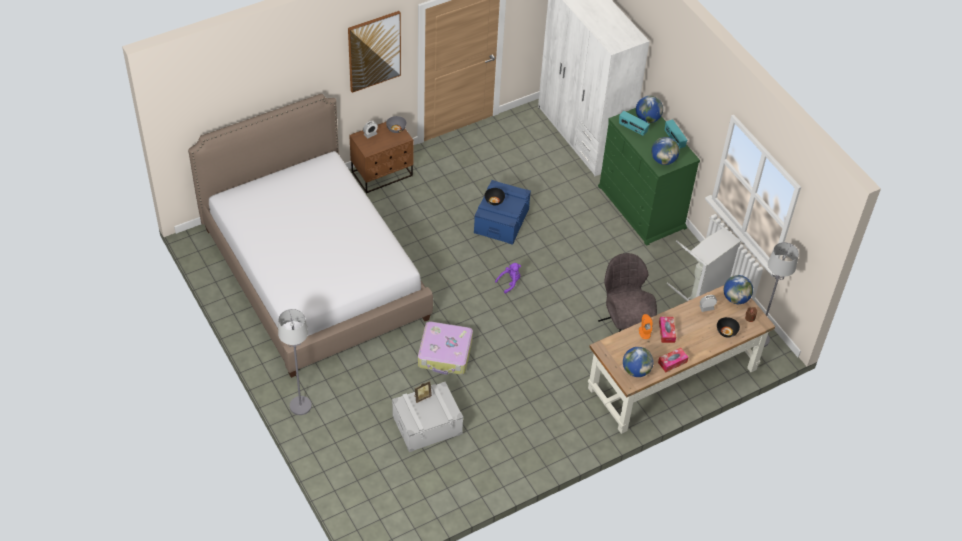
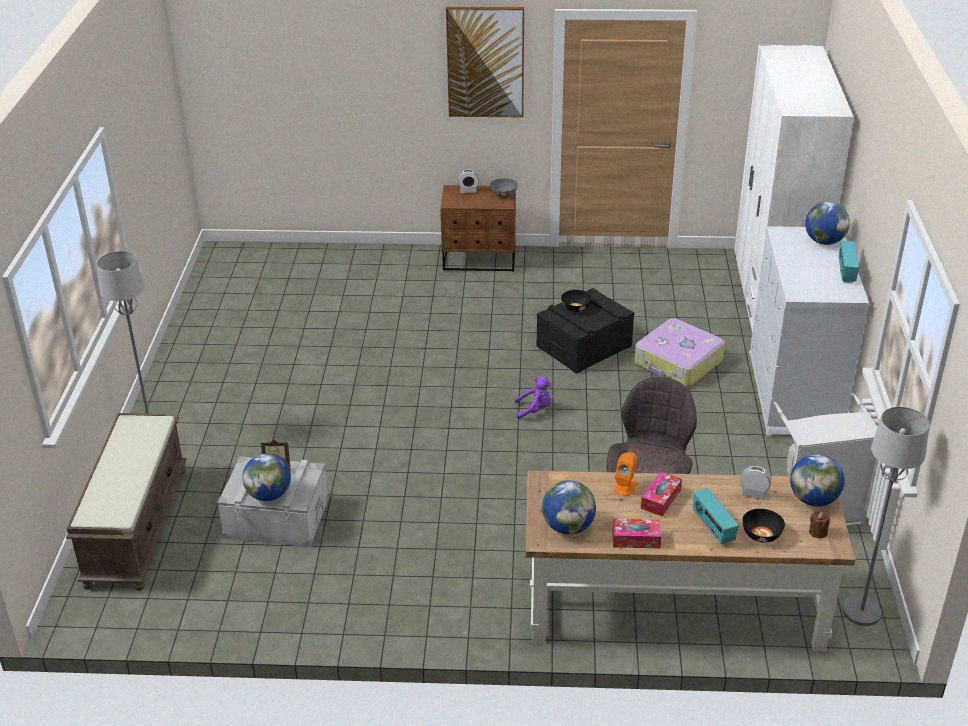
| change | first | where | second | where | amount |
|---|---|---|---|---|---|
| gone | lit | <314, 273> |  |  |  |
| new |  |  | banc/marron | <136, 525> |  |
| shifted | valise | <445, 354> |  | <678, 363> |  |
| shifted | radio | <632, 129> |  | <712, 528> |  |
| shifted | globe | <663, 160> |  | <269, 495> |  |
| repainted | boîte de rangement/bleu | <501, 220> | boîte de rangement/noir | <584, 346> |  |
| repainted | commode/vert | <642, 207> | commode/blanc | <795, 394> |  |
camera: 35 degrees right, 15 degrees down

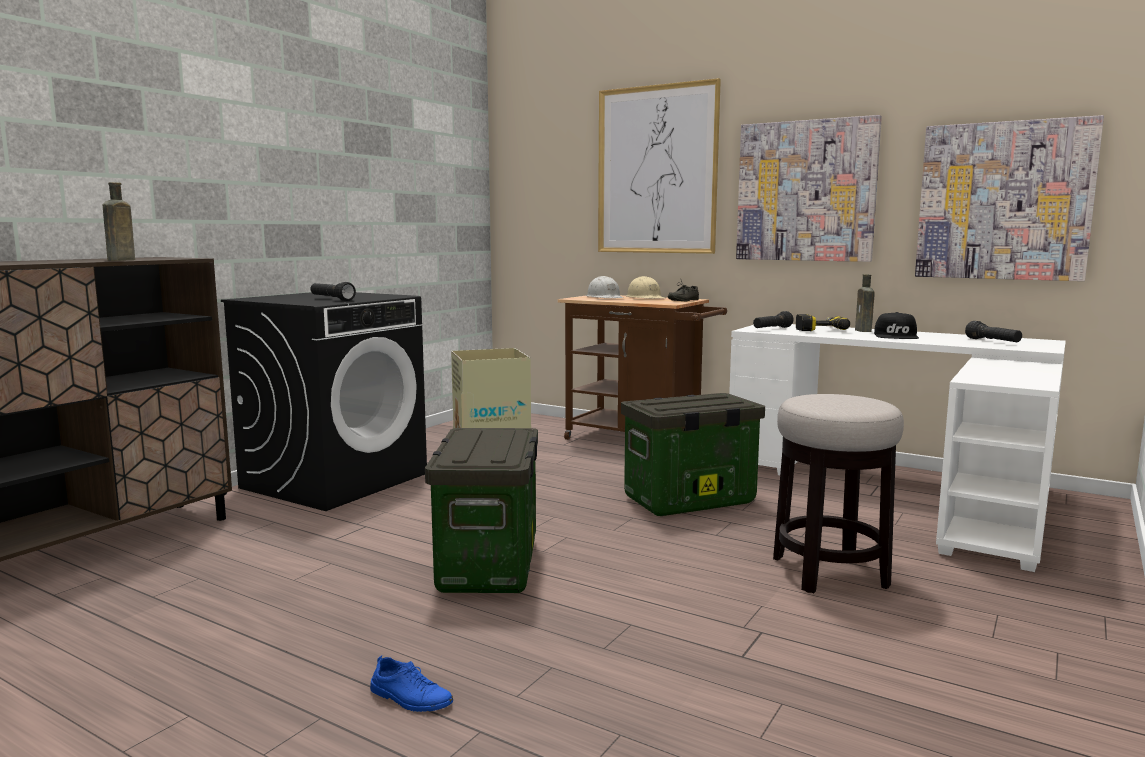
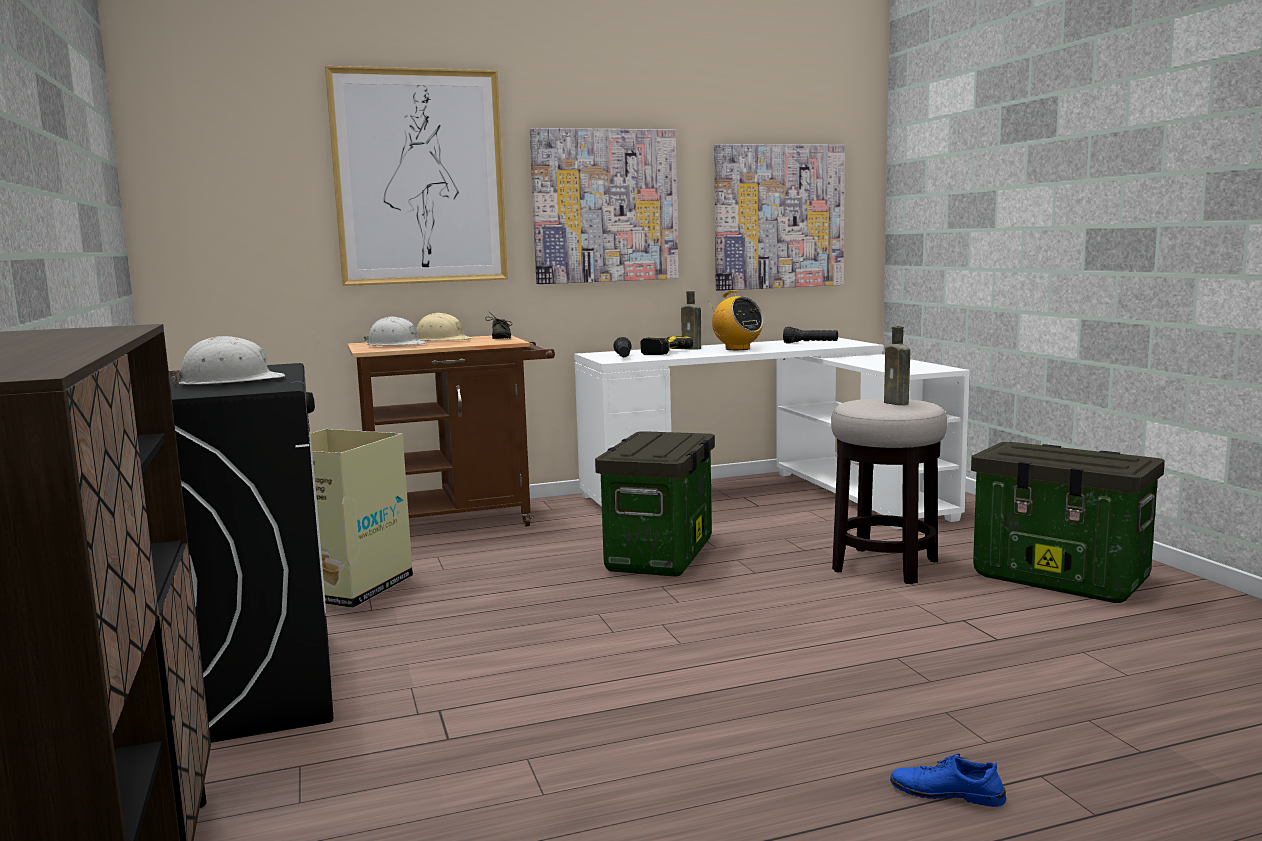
| change | first | where | second | where | amount |
|---|---|---|---|---|---|
| shifted | bouteille/marron | <119, 260> |  | <897, 403> |  |
| shifted | boîte de rangement | <489, 566> |  | <1062, 579> |  |
| swapped | lampe de poche/noir | <331, 299> | casque de chantier/blanc | <231, 382> |  |
| swapped | casquette/noir | <897, 336> | radio | <737, 349> |  |
| rotated | chaussure/bleu | <410, 698> |  | <947, 793> | 135 degrees counterclockwise |
camera: 50 degrees left, 0 degrees up

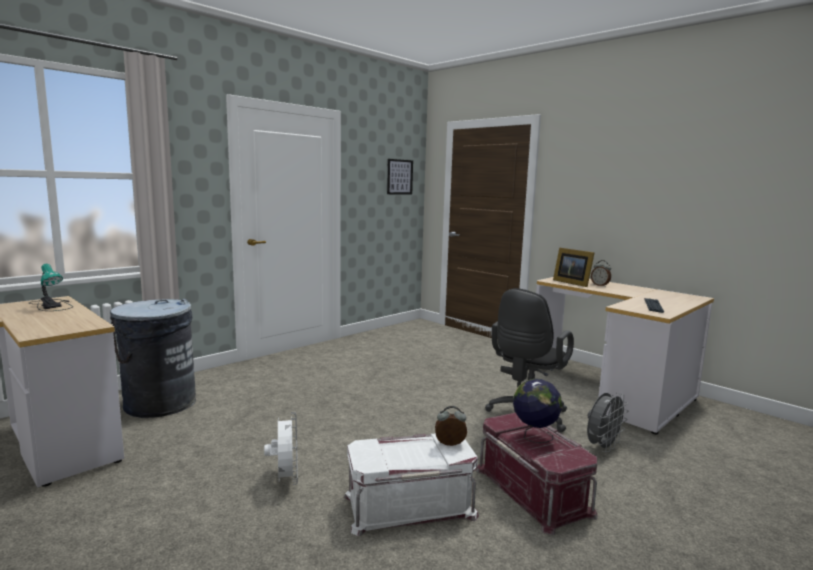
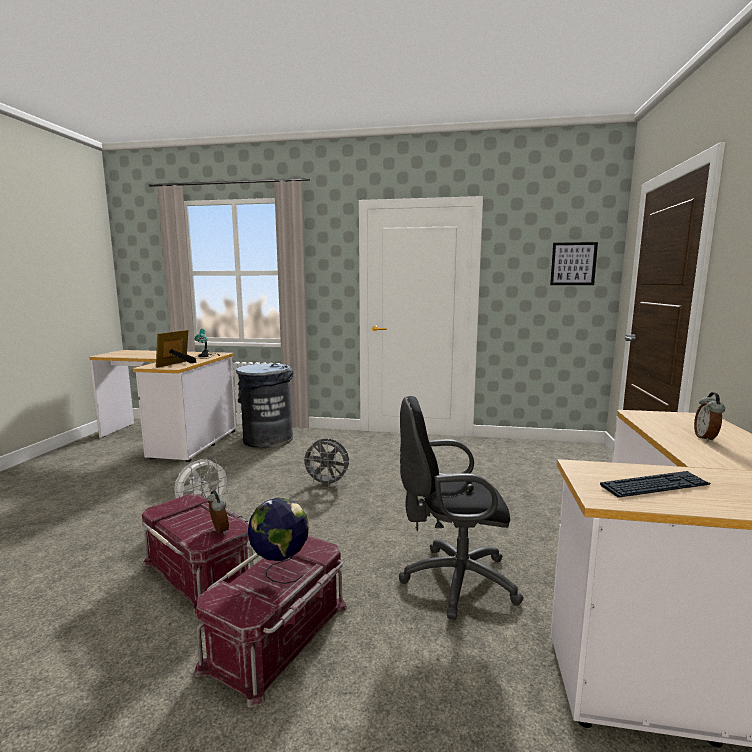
| change | first | where | second | where | amount |
|---|---|---|---|---|---|
| shifted | cadre photo | <571, 282> |  | <176, 364> |  |
| shifted | ventilateur/gris | <602, 447> |  | <327, 484> |  |
| repainted | boîte de rangement/blanc | <409, 504> | boîte de rangement/rouge | <200, 571> |  |
camera: 55 degrees right, 0 degrees up

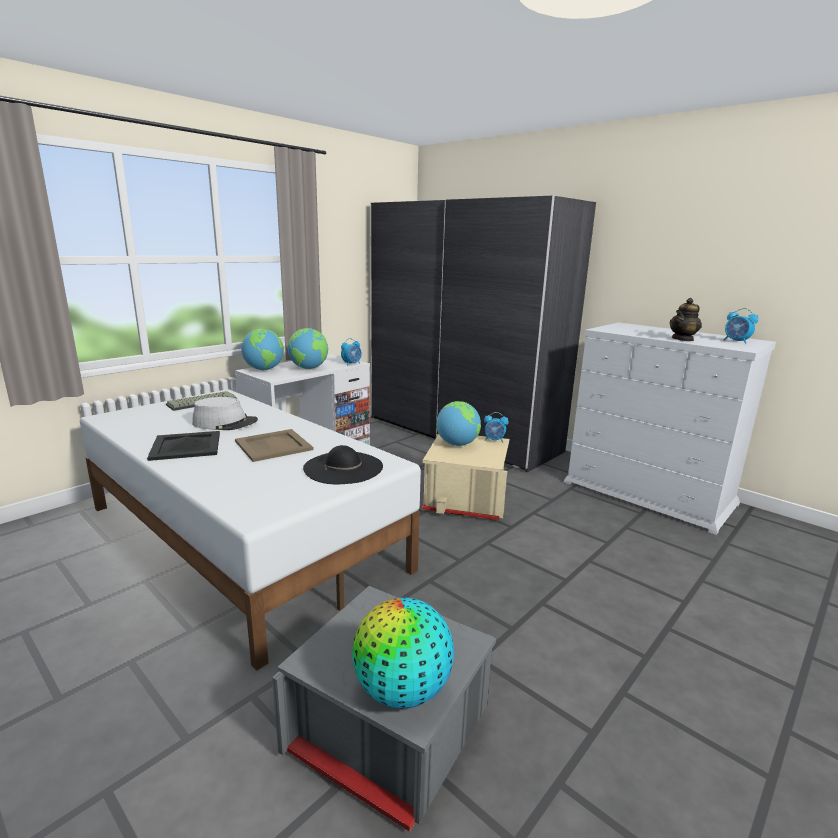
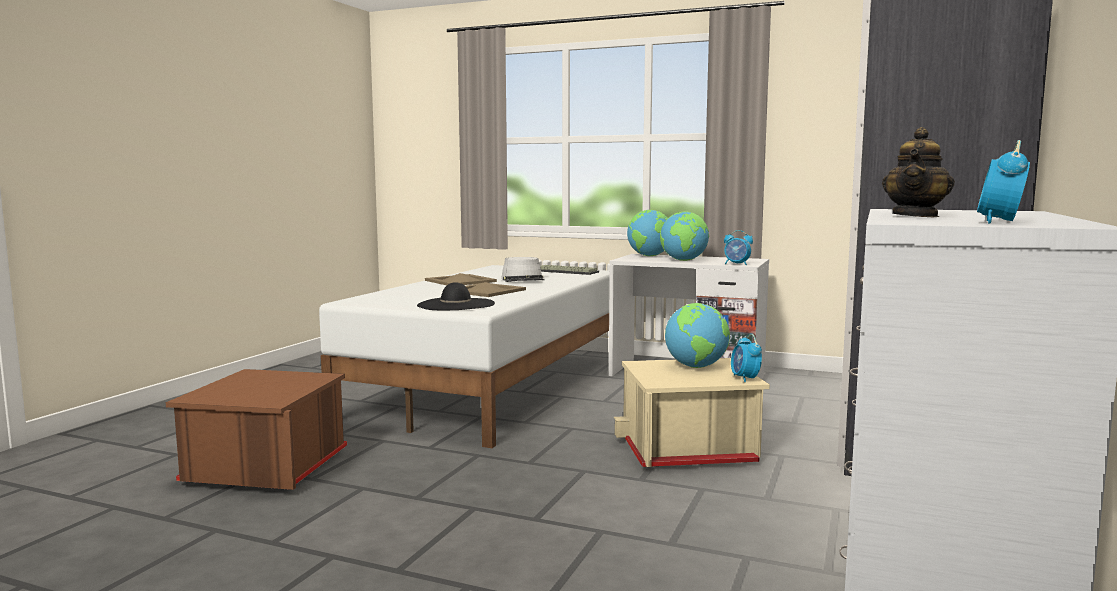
| change | first | where | second | where | amount |
|---|---|---|---|---|---|
| gone | globe | <402, 691> |  |  |  |
| repainted | plateau/noir | <185, 446> | plateau/beige | <459, 281> |  |
| repainted | boîte de rangement/gris | <388, 735> | boîte de rangement/marron | <264, 468> |  |
| rotated | théière | <683, 339> |  | <916, 216> | 90 degrees counterclockwise |
camera: 70 degrees right, 10 degrees down

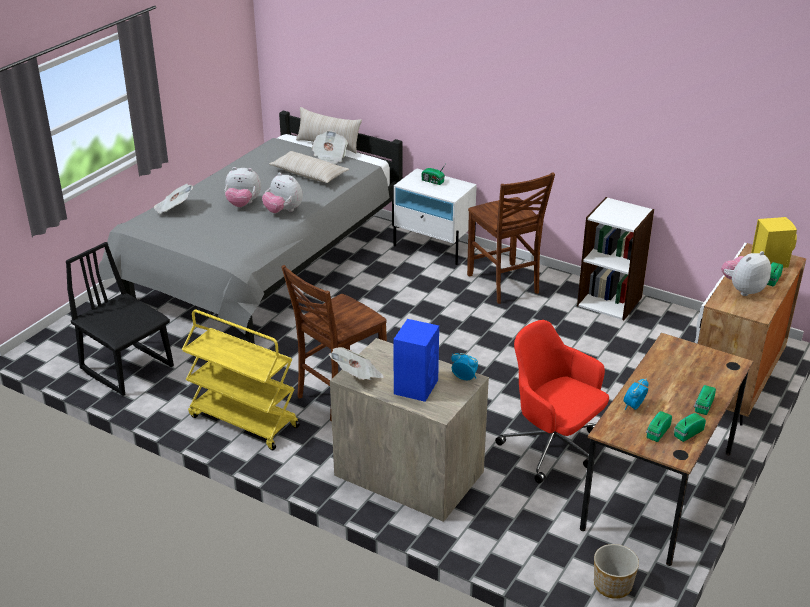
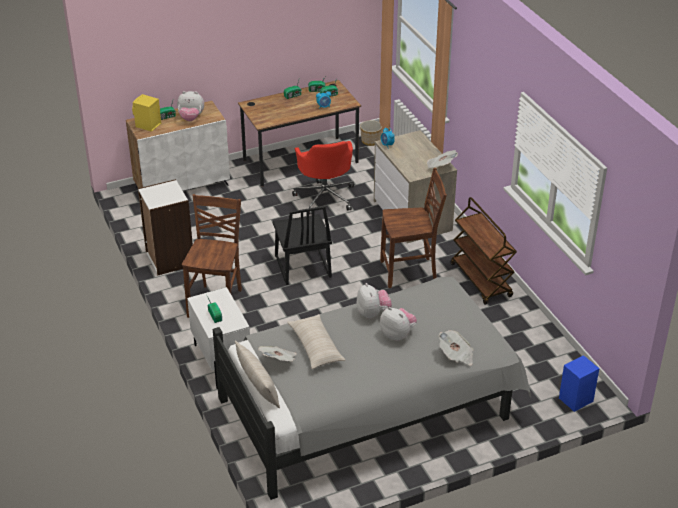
| change | first | where | second | where | amount |
|---|---|---|---|---|---|
| shifted | chaise/noir | <128, 367> |  | <302, 267> |  |
| shifted | enceinte/bleu | <416, 386> |  | <575, 400> |  |
| repainted | chariot/jaune | <243, 421> | chariot/marron | <481, 280> |  |
camera: 145 degrees left, 5 degrees up

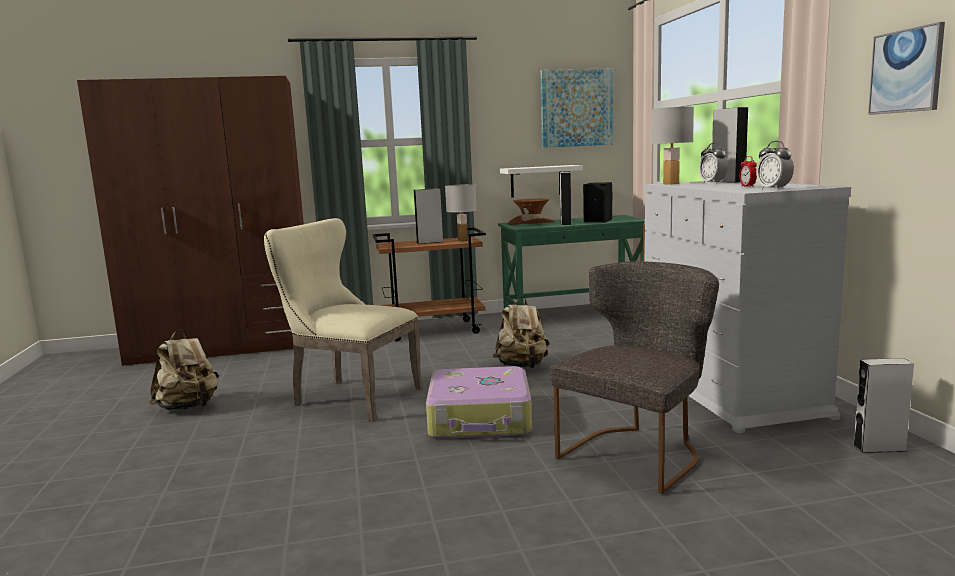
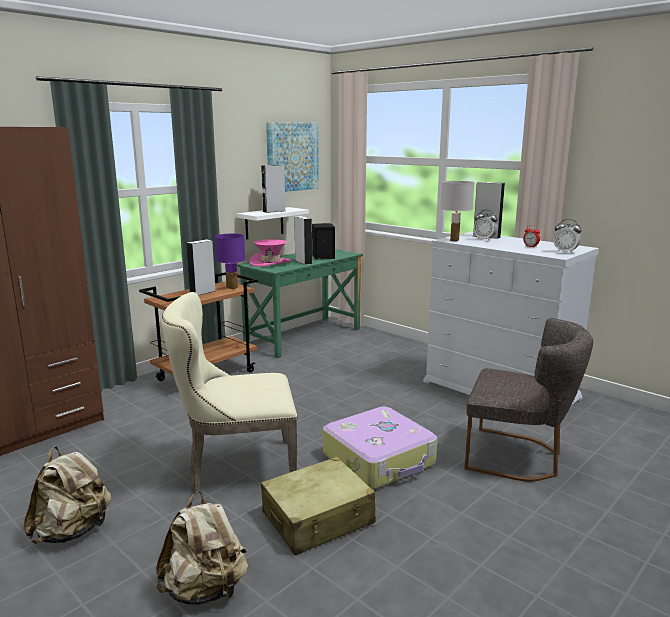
| change | first | where | second | where | amount |
|---|---|---|---|---|---|
| gone | tableau | <906, 71> |  |  |  |
| new |  |  | valise/beige | <318, 518> |  |
| shifted | sac à dos/beige | <522, 366> |  | <205, 590> |  |
| shifted | enceinte/gris | <879, 448> |  | <274, 211> |  |
| repainted | lampe de table/blanc | <463, 240> | lampe de table/violet | <232, 288> |  |
| repainted | chapeau/marron | <531, 223> | chapeau/rose | <270, 262> |  |
| rotated | chaise/gris | <638, 452> |  | <519, 457> | 105 degrees clockwise |
camera: 35 degrees left, 5 degrees up

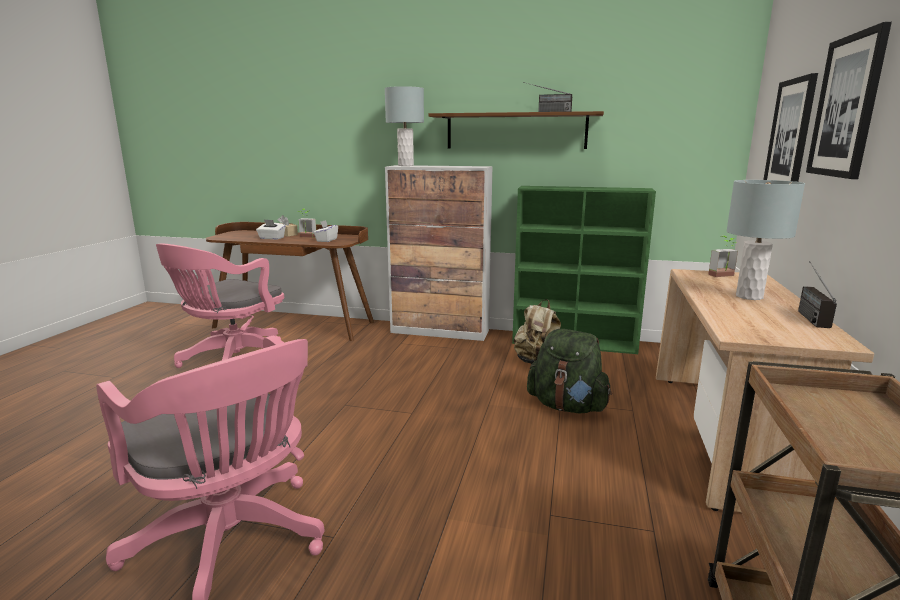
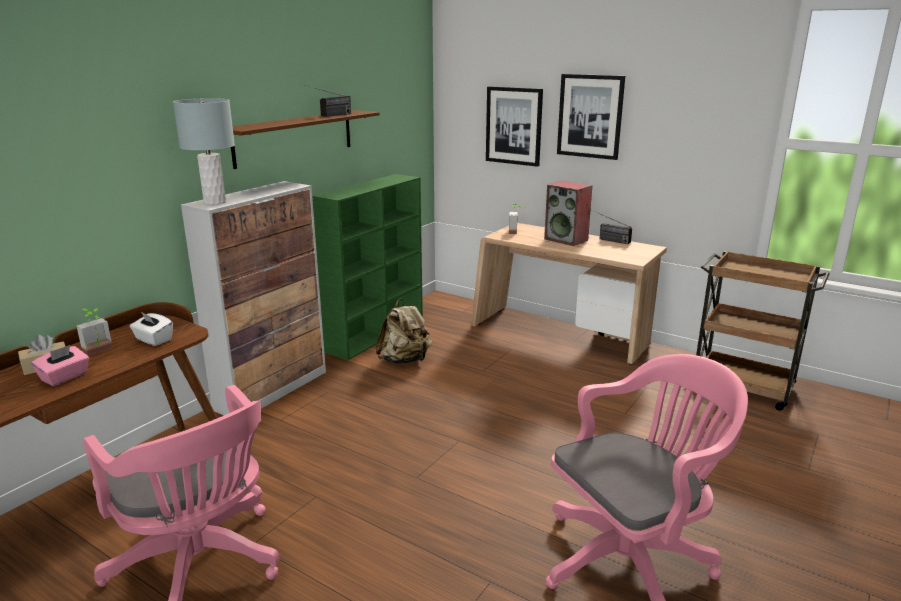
| change | first | where | second | where | amount |
|---|---|---|---|---|---|
| gone | sac à dos/vert | <567, 406> |  |  |  |
| swapped | lampe de table/gris | <749, 297> | enceinte | <567, 239> |  |
| repainted | boîte à mouchoirs/blanc | <271, 238> | boîte à mouchoirs/rose | <65, 377> |  |
camera: 70 degrees left, 5 degrees up

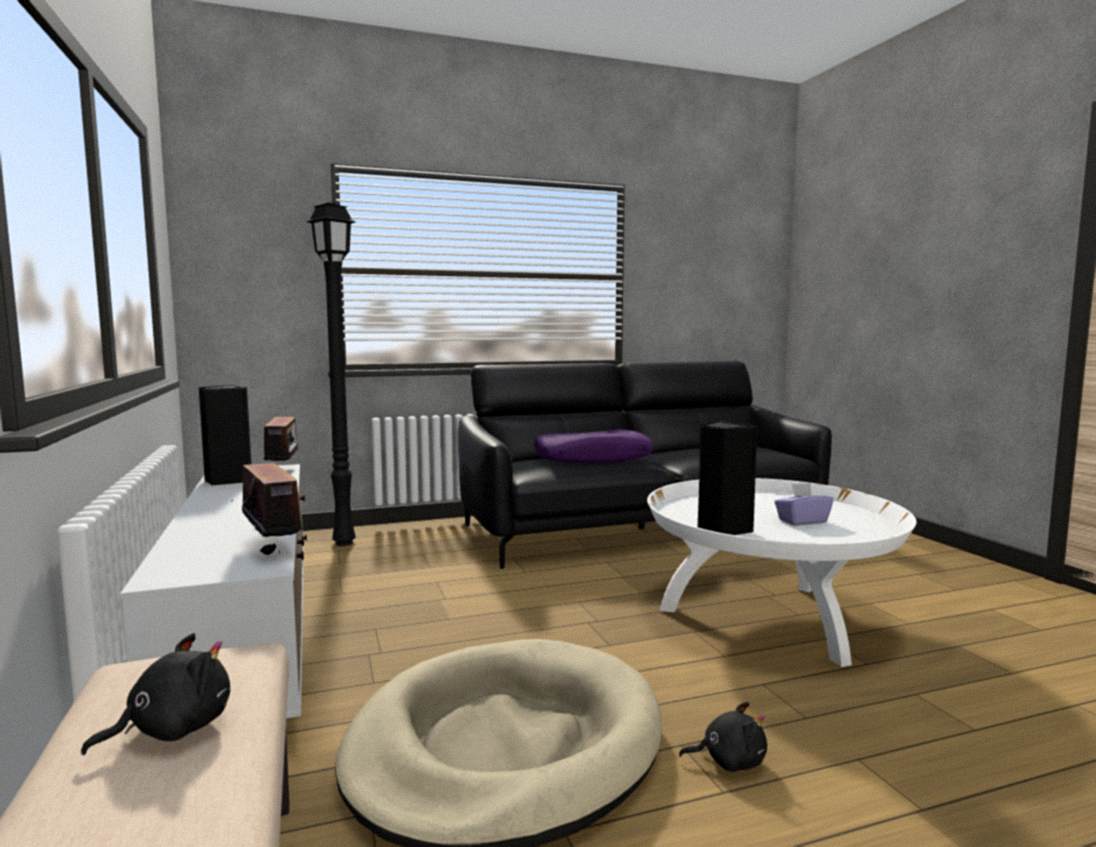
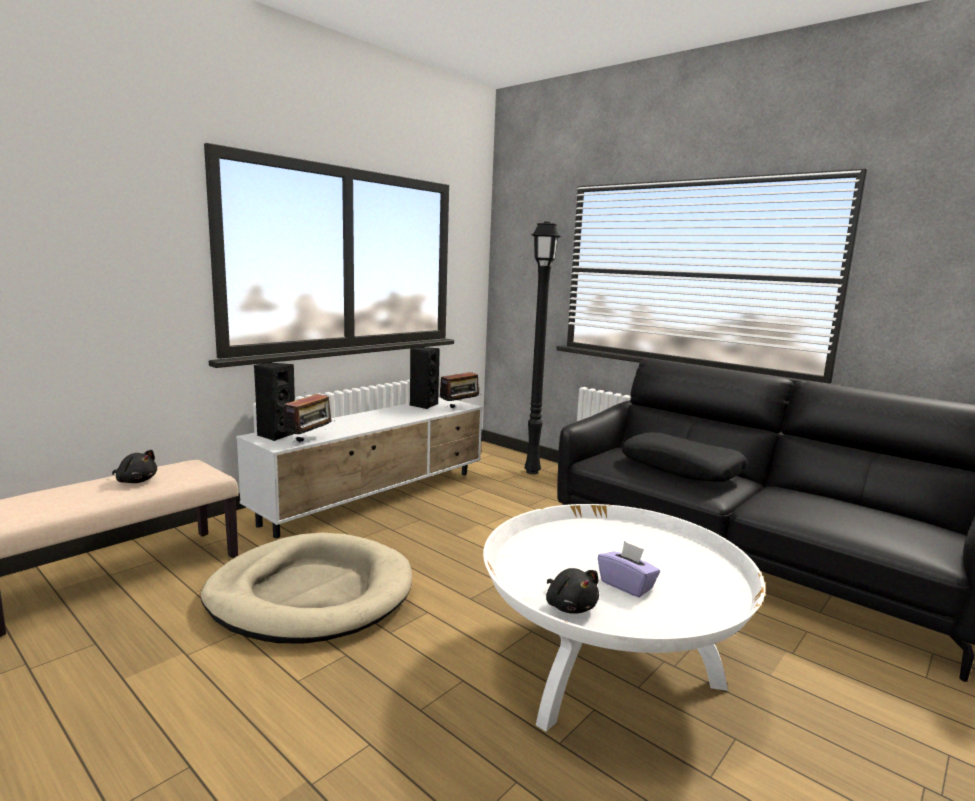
| change | first | where | second | where | amount |
|---|---|---|---|---|---|
| shifted | peluche/noir | <729, 761> |  | <570, 606> |  |
| shifted | enceinte/noir | <722, 530> |  | <275, 435> |  |
| repainted | coussin/violet | <593, 459> | coussin/noir | <681, 468> |  |
camera: 60 degrees right, 5 degrees up

